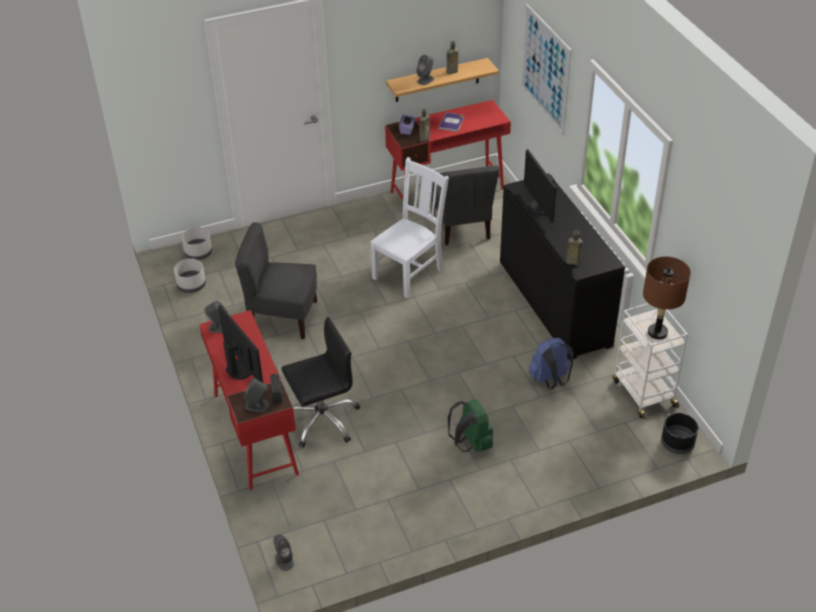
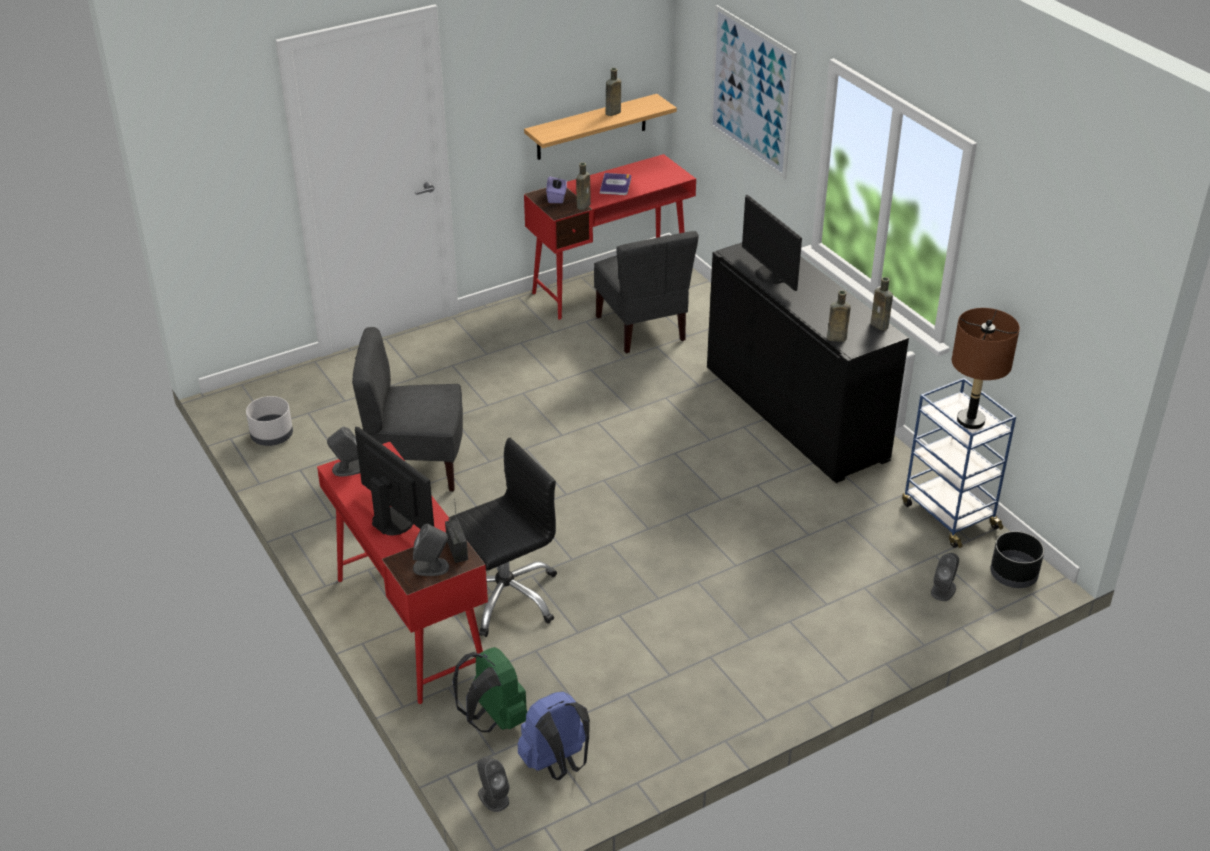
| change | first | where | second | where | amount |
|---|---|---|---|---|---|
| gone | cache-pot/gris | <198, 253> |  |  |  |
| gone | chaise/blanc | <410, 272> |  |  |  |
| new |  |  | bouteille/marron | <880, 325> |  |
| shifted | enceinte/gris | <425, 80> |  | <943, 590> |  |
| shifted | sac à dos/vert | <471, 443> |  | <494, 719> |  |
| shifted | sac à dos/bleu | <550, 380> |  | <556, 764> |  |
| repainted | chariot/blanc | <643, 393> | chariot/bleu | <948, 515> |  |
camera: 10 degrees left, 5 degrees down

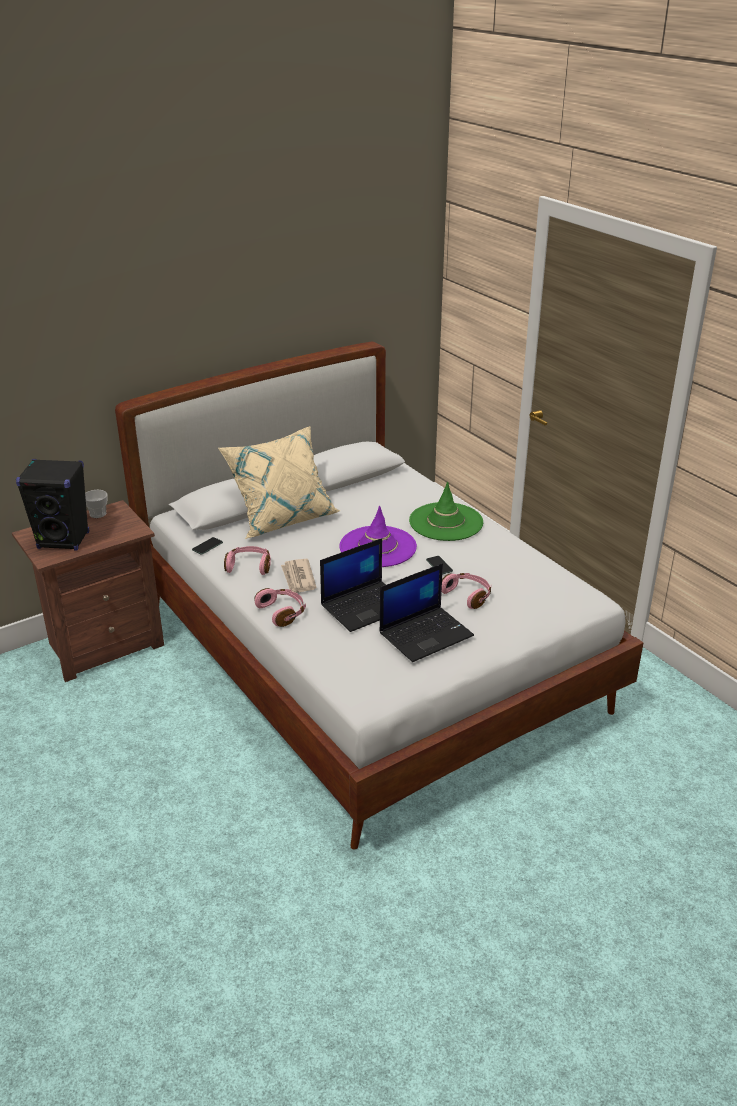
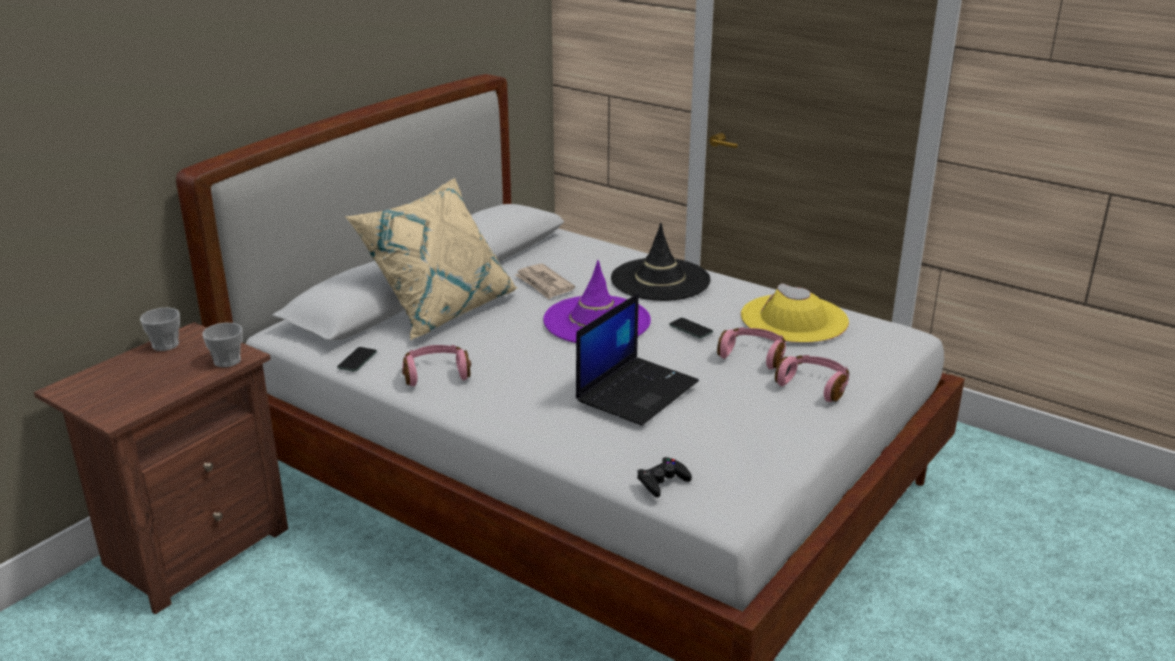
| change | first | where | second | where | amount |
|---|---|---|---|---|---|
| gone | enceinte/noir | <64, 540> |  |  |  |
| gone | ordinateur portable | <426, 634> |  |  |  |
| new |  |  | tasse | <227, 361> |  |
| new |  |  | manette/noir | <662, 481> |  |
| new |  |  | chapeau/jaune | <794, 319> |  |
| shifted | casque audio/rose | <282, 612> |  | <814, 386> |  |
| shifted | journal | <298, 578> |  | <544, 284> |  |
| repainted | chapeau/vert | <446, 522> | chapeau/noir | <660, 280> |  |
camera: 20 degrees left, 5 degrees down

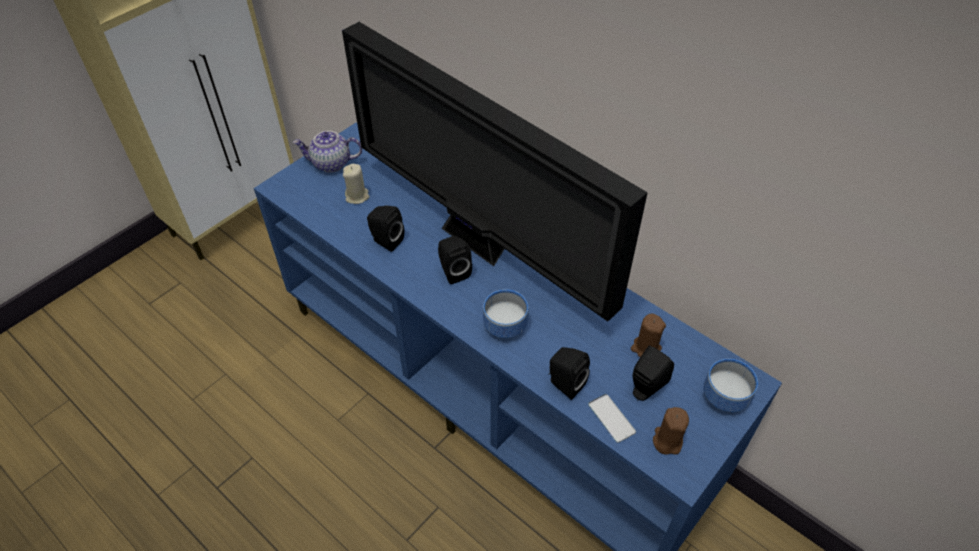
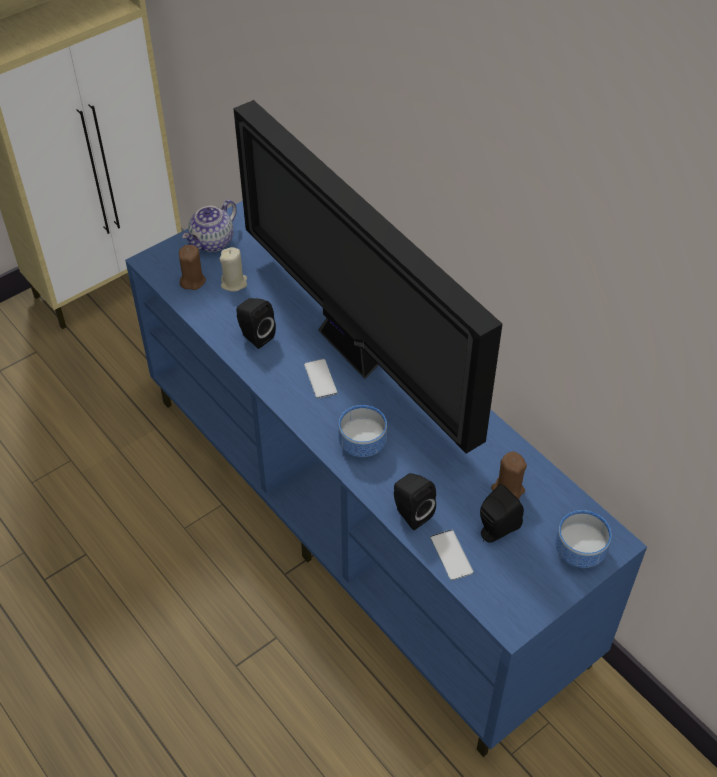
| change | first | where | second | where | amount |
|---|---|---|---|---|---|
| shifted | bougie/marron | <667, 441> |  | <192, 281> |  |
| swapped | enceinte/noir | <453, 271> | téléphone | <320, 379> |  |
| rotated | théière | <331, 164> |  | <212, 242> | 60 degrees counterclockwise |
camera: 10 degrees right, 0 degrees up

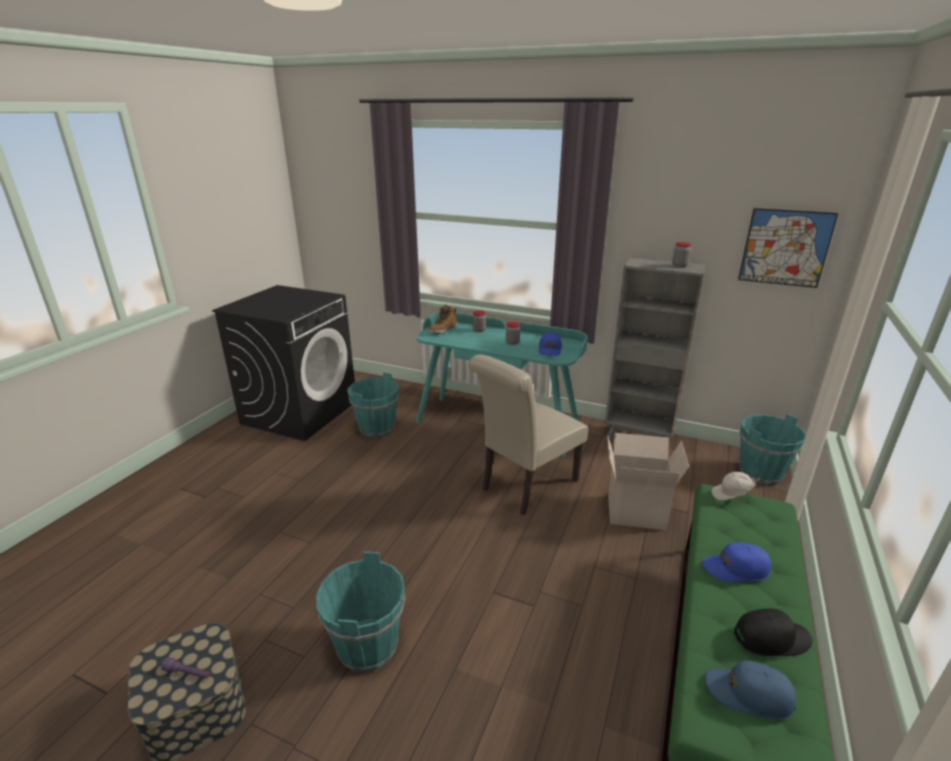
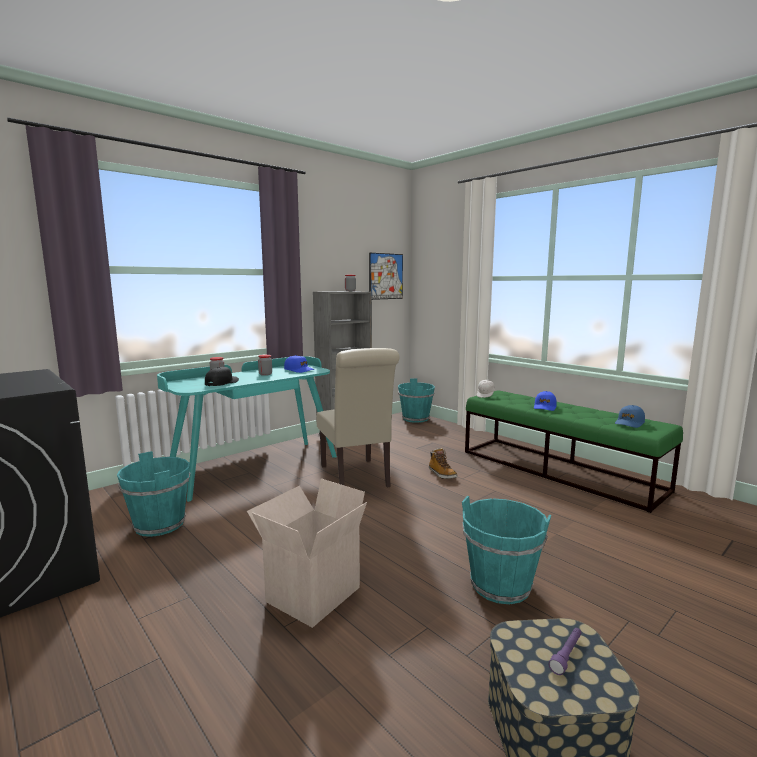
| change | first | where | second | where | amount |
|---|---|---|---|---|---|
| shifted | botte | <442, 330> |  | <442, 474> |  |
| shifted | carton | <636, 510> |  | <312, 593> |  |
| shifted | casquette/noir | <771, 638> |  | <222, 383> |  |
camera: 65 degrees left, 15 degrees down

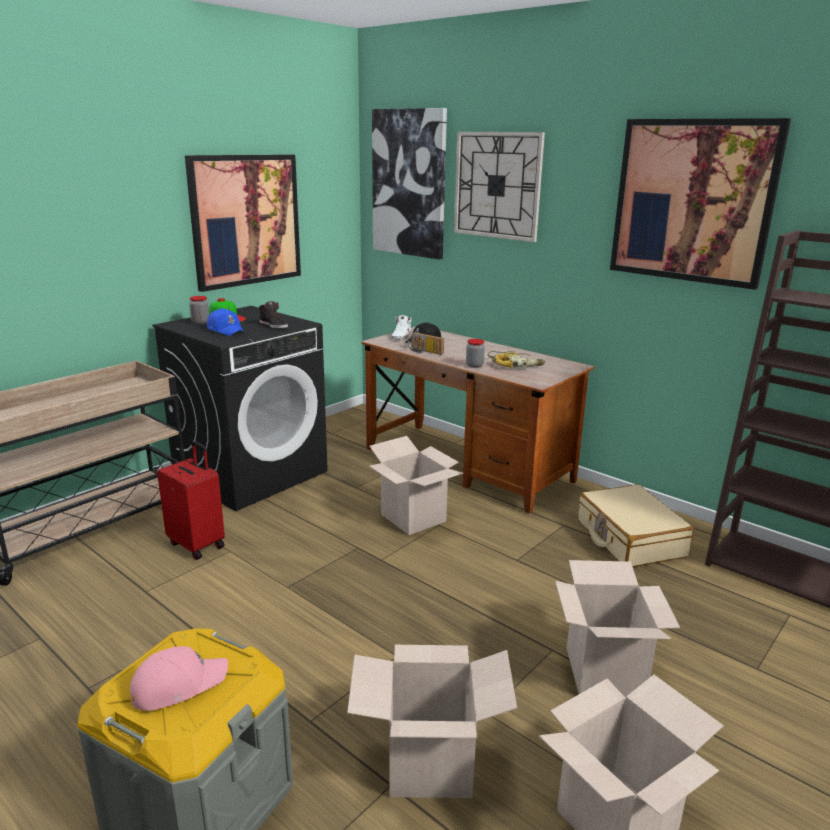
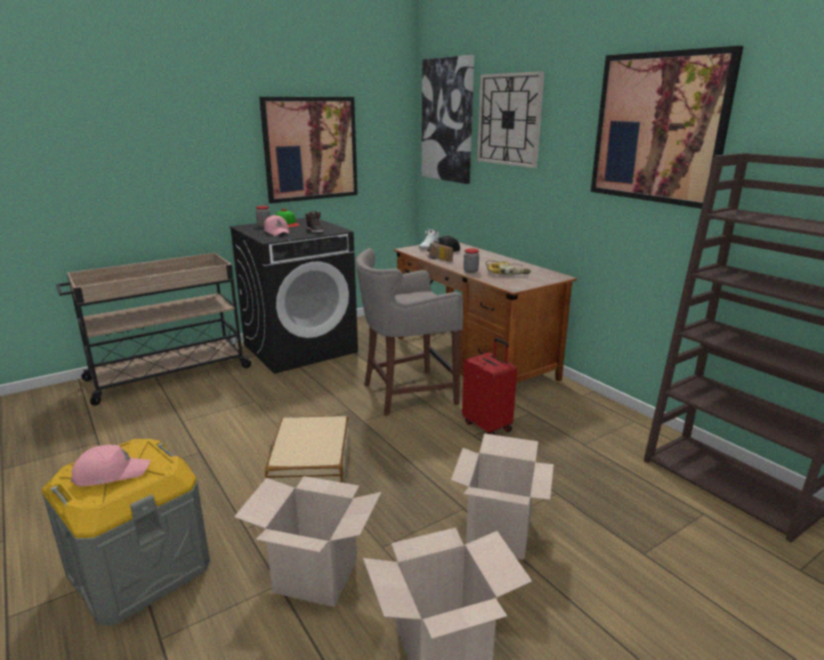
| change | first | where | second | where | amount |
|---|---|---|---|---|---|
| shifted | valise/rouge | <198, 544> |  | <488, 426> |  |
| shifted | valise/beige | <629, 538> |  | <311, 468> |  |
| swapped | carton | <413, 518> | tabouret/gris | <406, 393> |  |
| repainted | casquette/bleu | <226, 330> | casquette/rose | <277, 232> |  |
camera: 15 degrees right, 0 degrees up

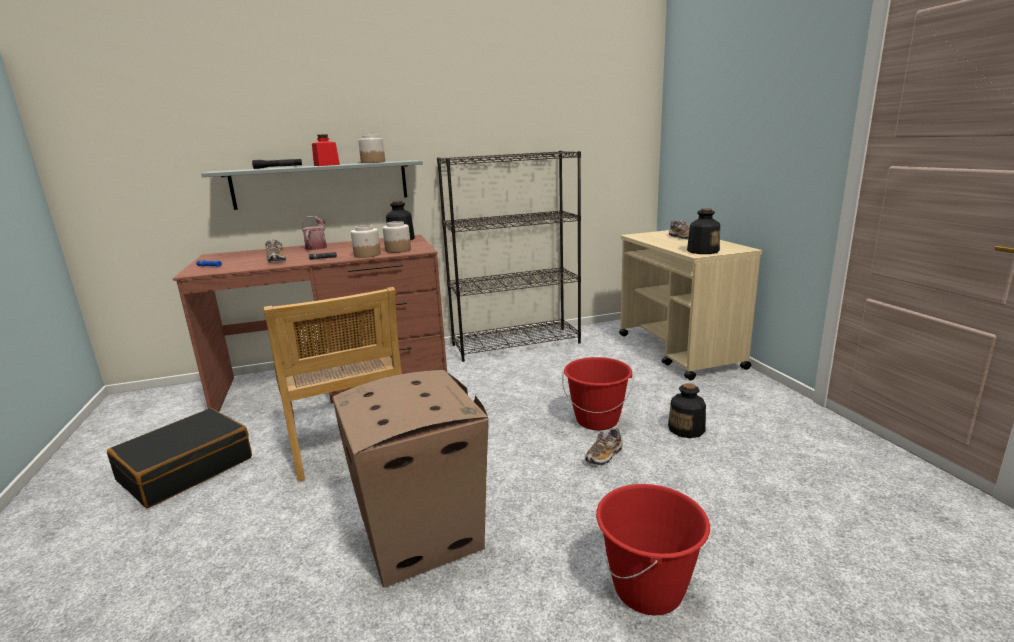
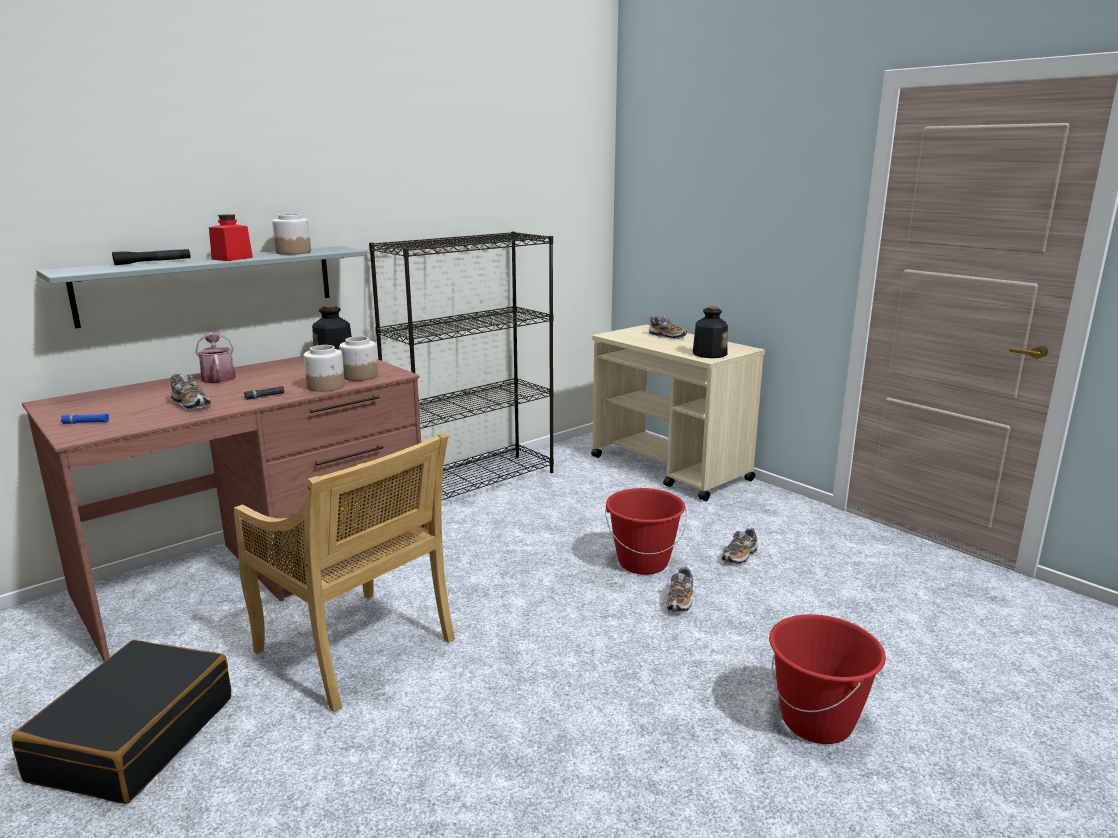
| change | first | where | second | where | amount |
|---|---|---|---|---|---|
| gone | carton | <421, 534> |  |  |  |
| swapped | bouteille | <686, 429> | chaussure | <739, 556> |  |
camera: 25 degrees left, 0 degrees up

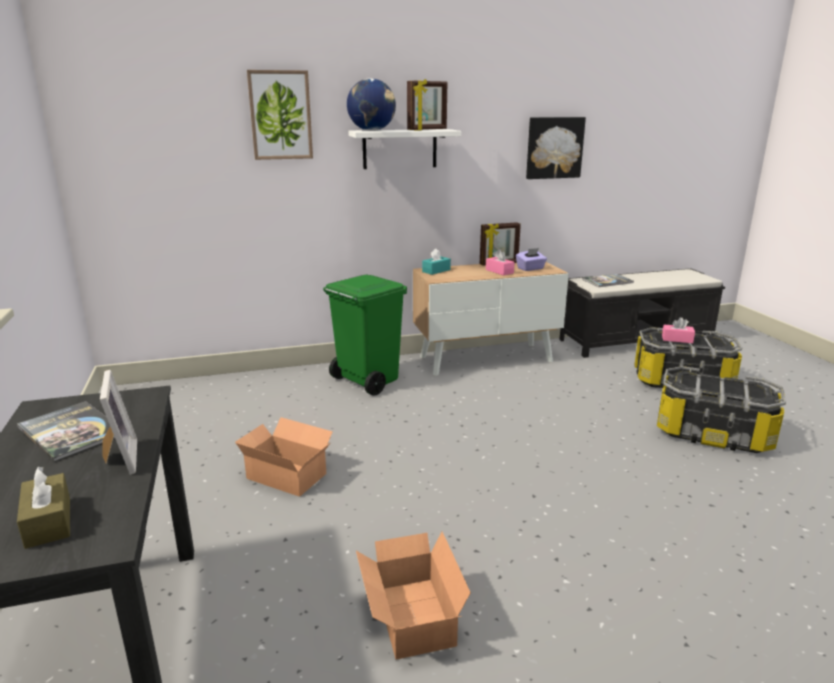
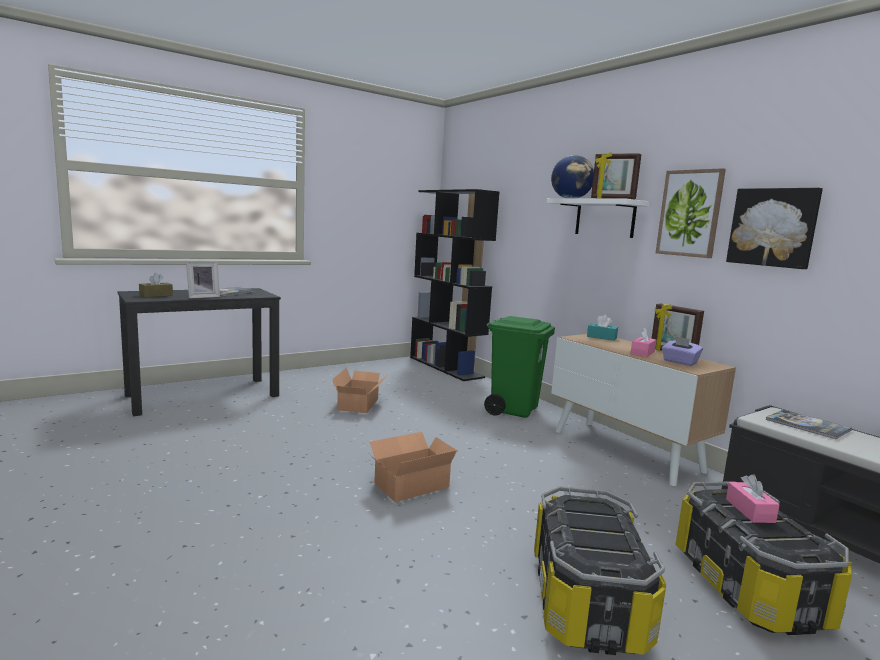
| change | first | where | second | where | amount |
|---|---|---|---|---|---|
| new |  |  | bibliothèque/noir | <446, 367> |  |
| shifted | tableau | <280, 115> |  | <690, 213> |  |
| shifted | carton | <411, 619> |  | <408, 484> |  |
camera: 70 degrees right, 10 degrees down

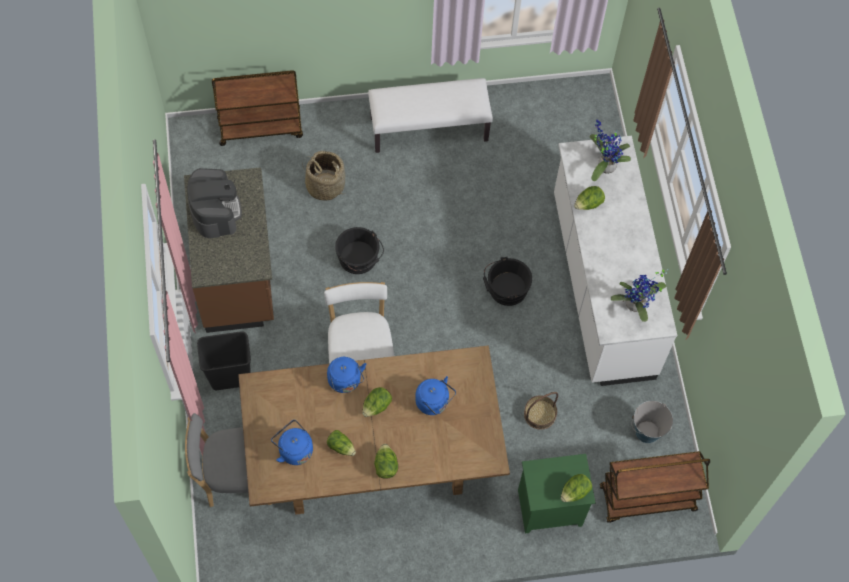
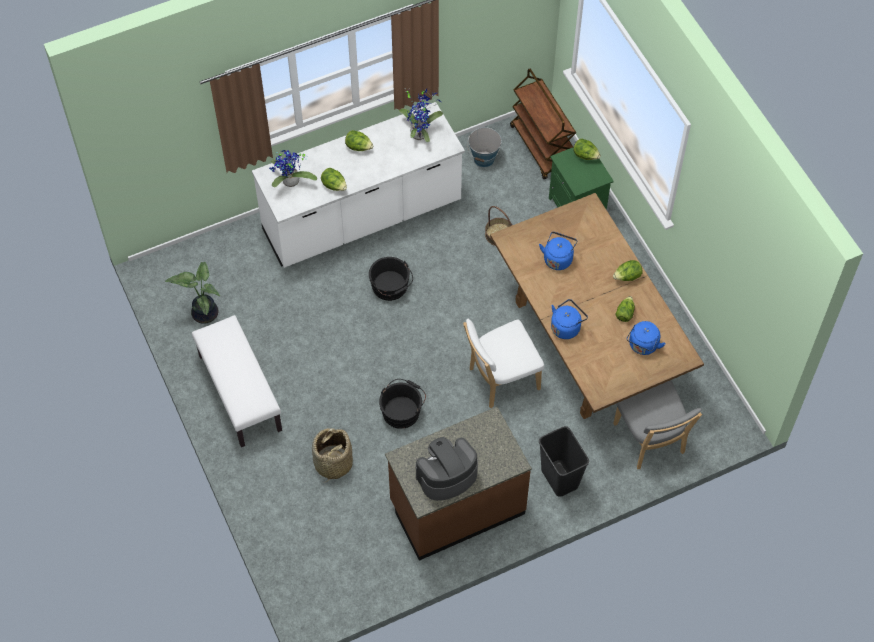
| change | first | where | second | where | amount |
|---|---|---|---|---|---|
| gone | chariot/marron | <261, 127> |  |  |  |
| new |  |  | plante en pot | <203, 312> |  |
| shifted | laitue | <376, 406> |  | <359, 147> |  |
camera: 105 degrees left, 5 degrees down

